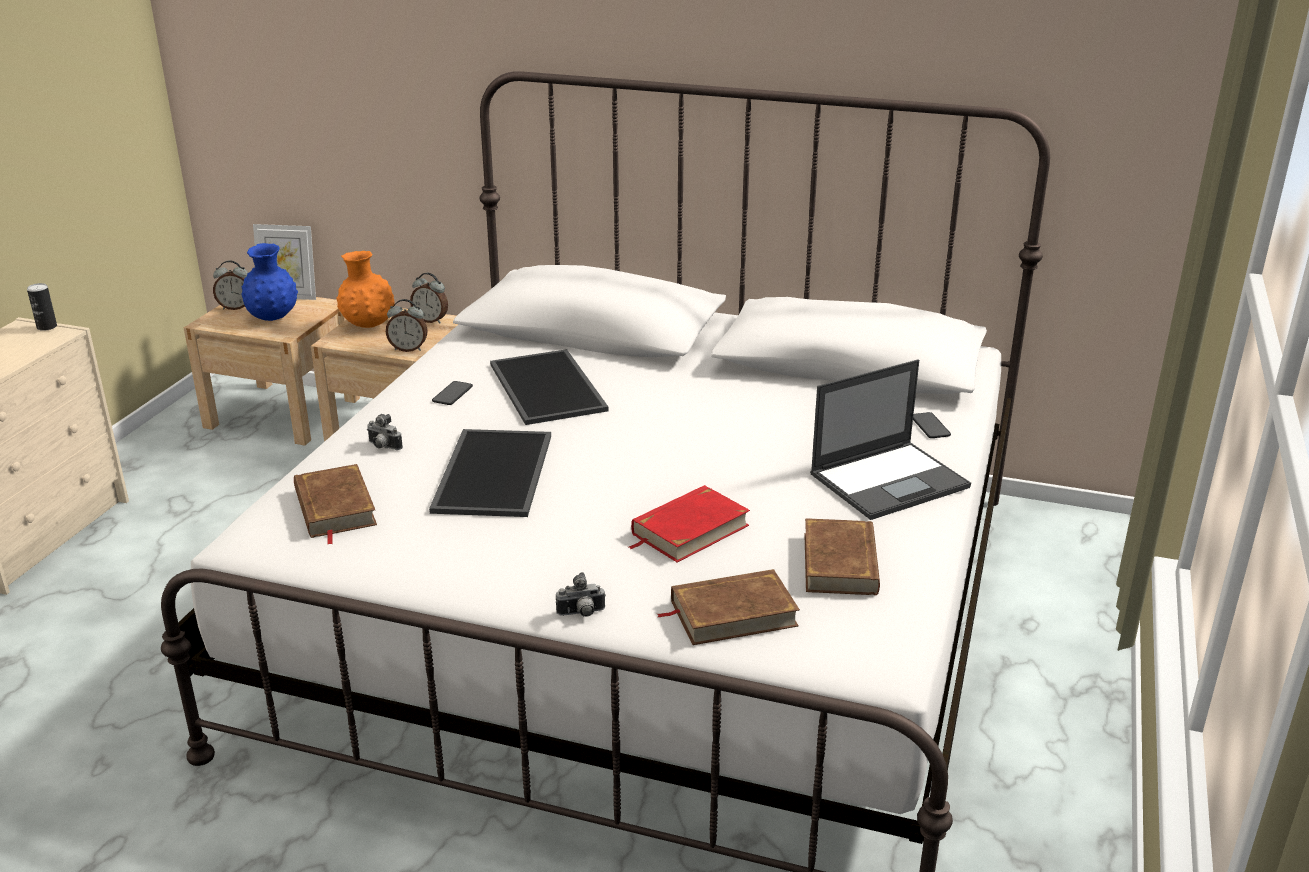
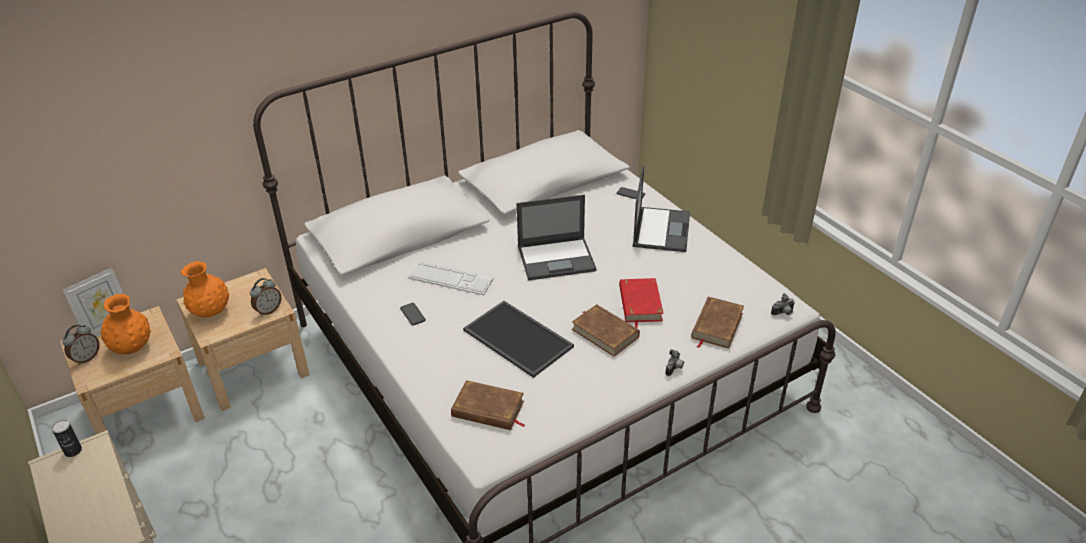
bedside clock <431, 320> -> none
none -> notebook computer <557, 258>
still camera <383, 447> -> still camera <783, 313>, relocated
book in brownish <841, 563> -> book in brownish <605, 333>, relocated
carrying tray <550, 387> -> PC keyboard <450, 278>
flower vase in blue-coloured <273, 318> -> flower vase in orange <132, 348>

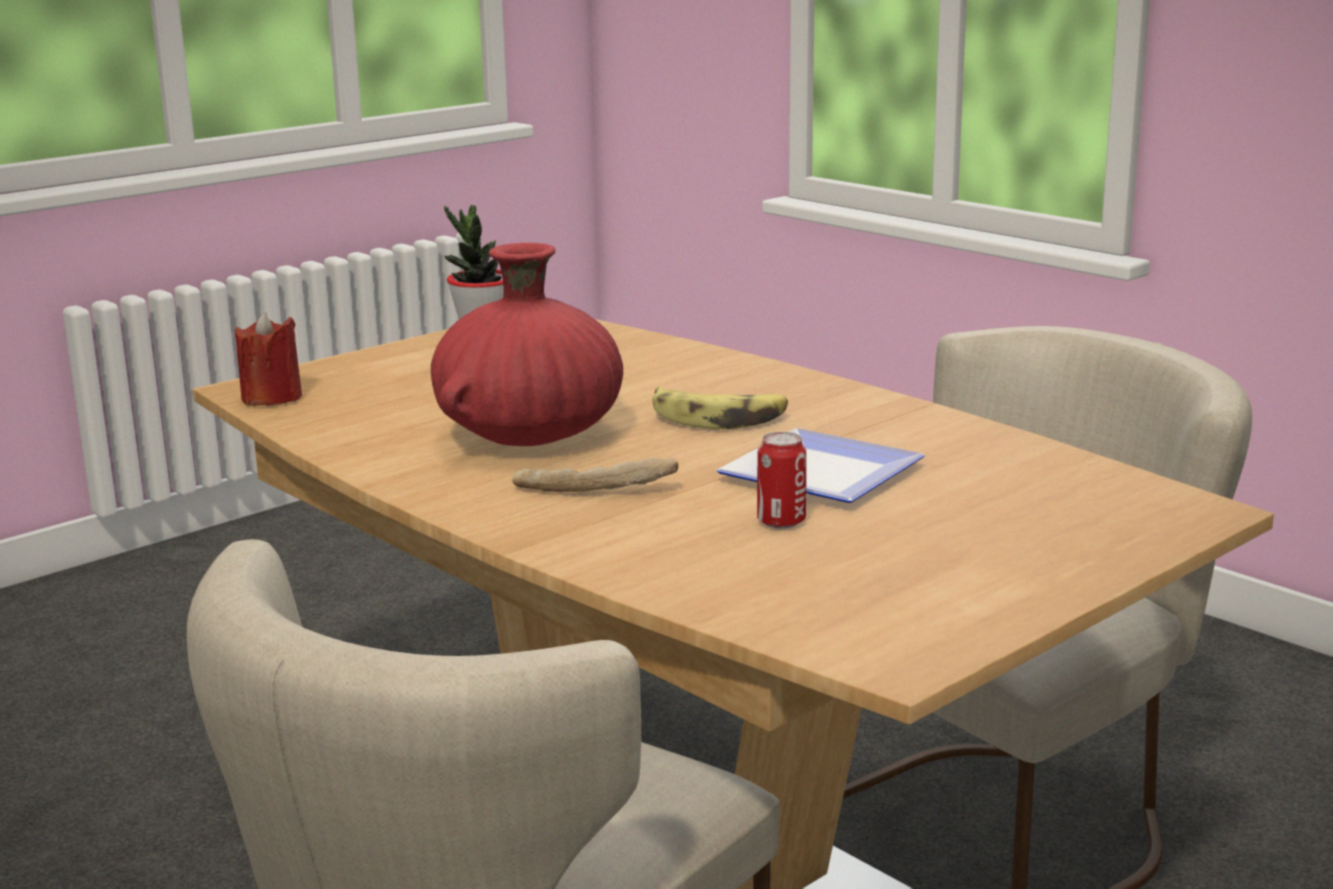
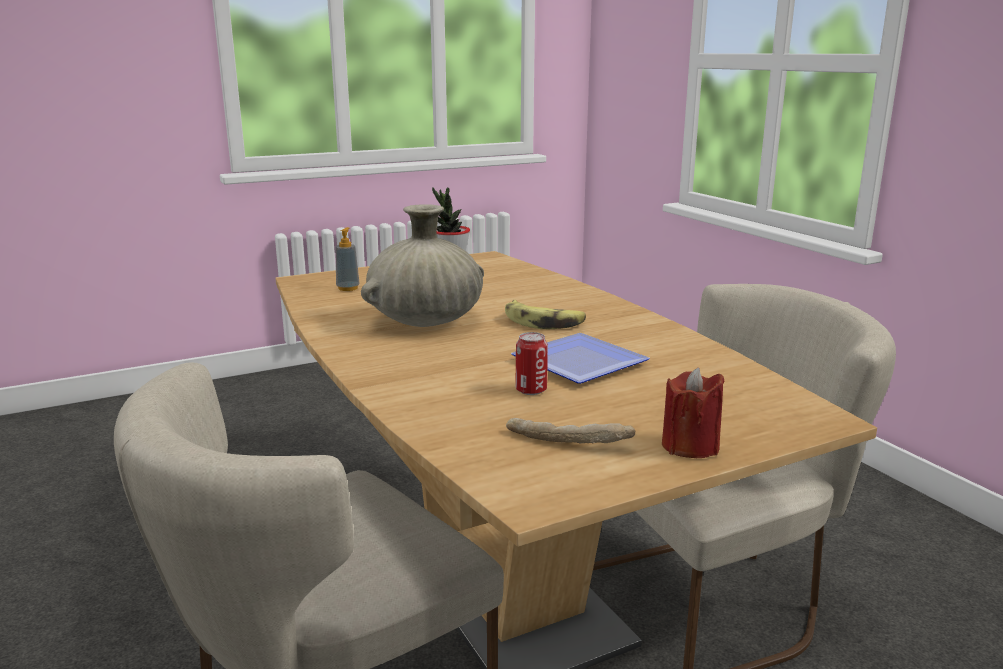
none -> liquid soap bottle <348, 288>
wax light in reddish <272, 398> -> wax light in reddish <690, 446>, relocated
bread <595, 489> -> bread <568, 441>, relocated
flower vase in reddish <529, 437> -> flower vase in sand-coloured <425, 321>

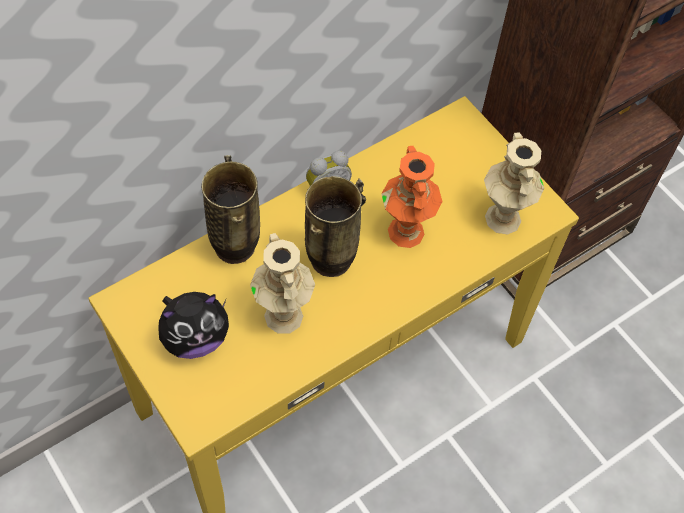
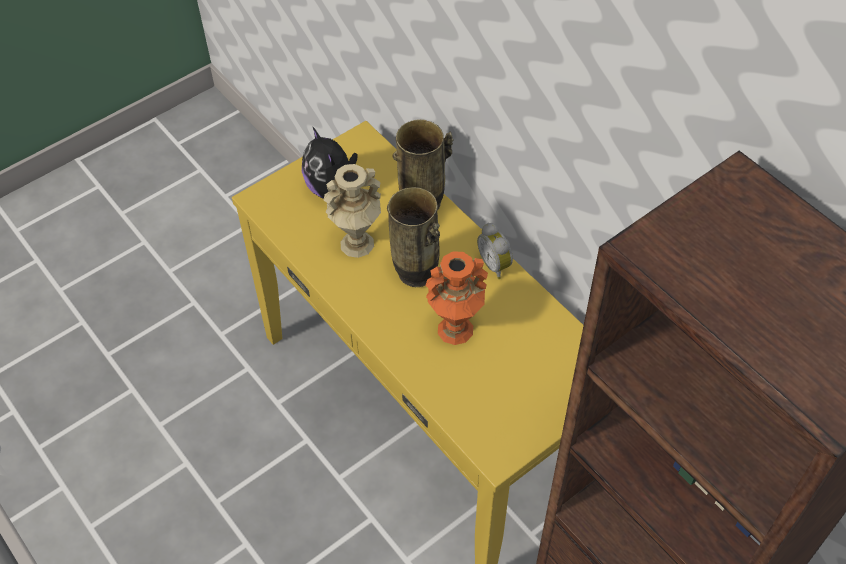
flower vase in sand-coloured <502, 218> -> none

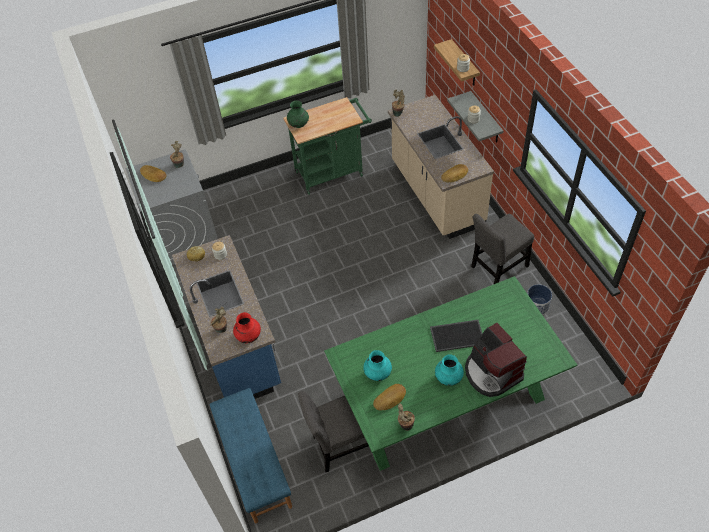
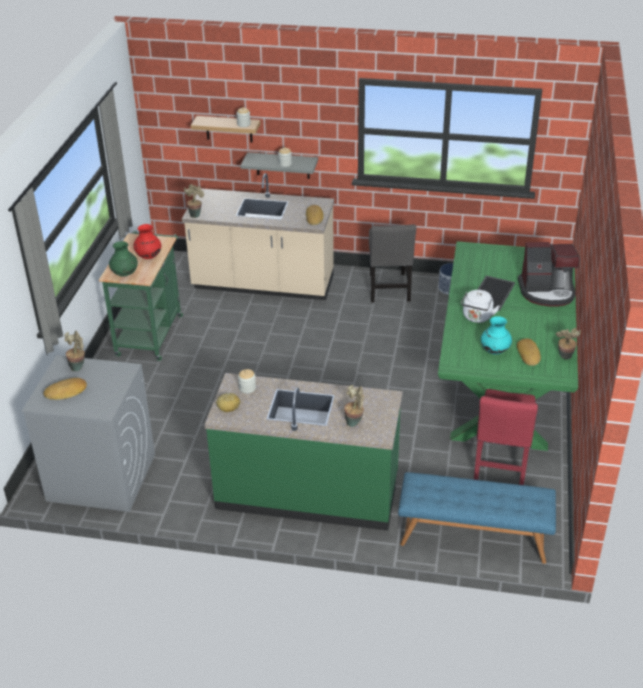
flower vase in turquoise <448, 378> -> none
none -> water kettle in white <477, 318>
flower vase in reddish <248, 336> -> flower vase in reddish <148, 256>, relocated
kitchen counter in blue-coloured <237, 344> -> kitchen counter in green <307, 492>
plain chair in greyish <340, 446> -> plain chair in reddish <500, 465>

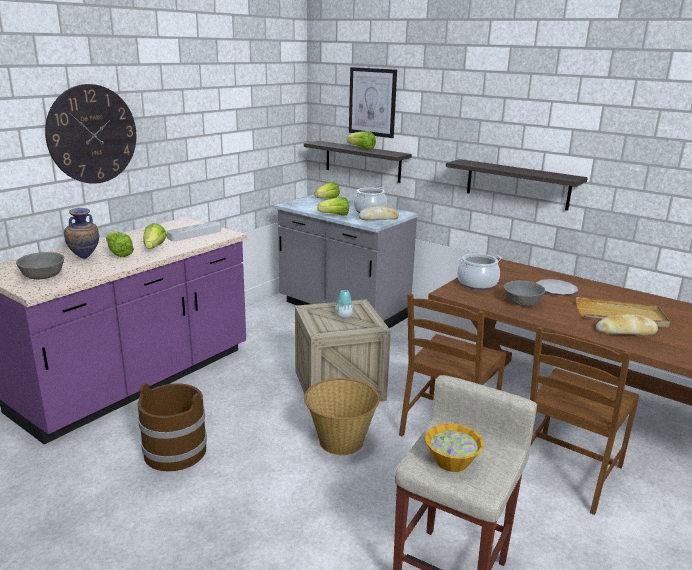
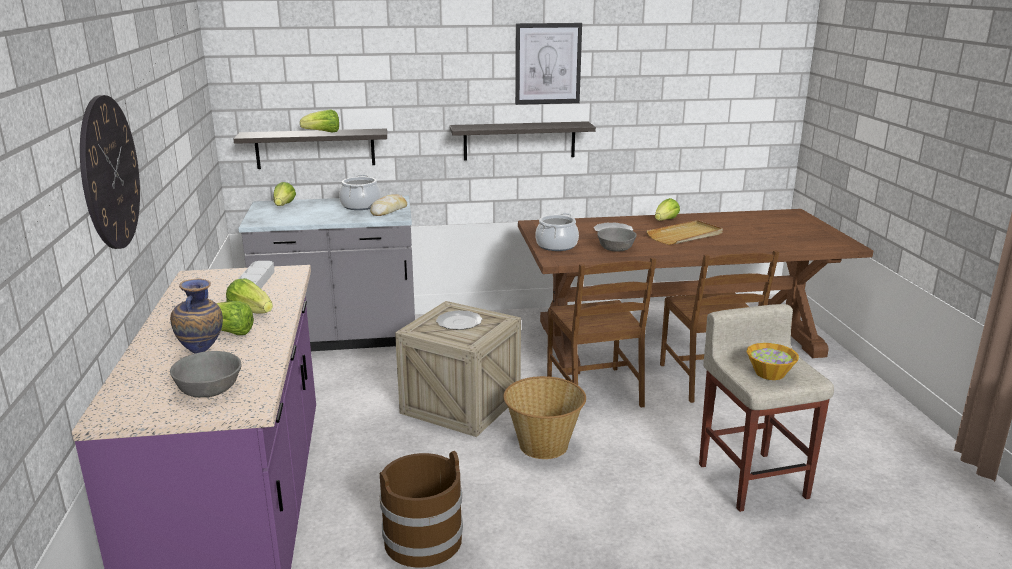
bread <625, 332> -> none
head of lettuce <335, 215> -> head of lettuce <665, 221>, relocated
picture <372, 102> -> picture <548, 63>, relocated
flower vase <344, 316> -> dinner plate <460, 322>

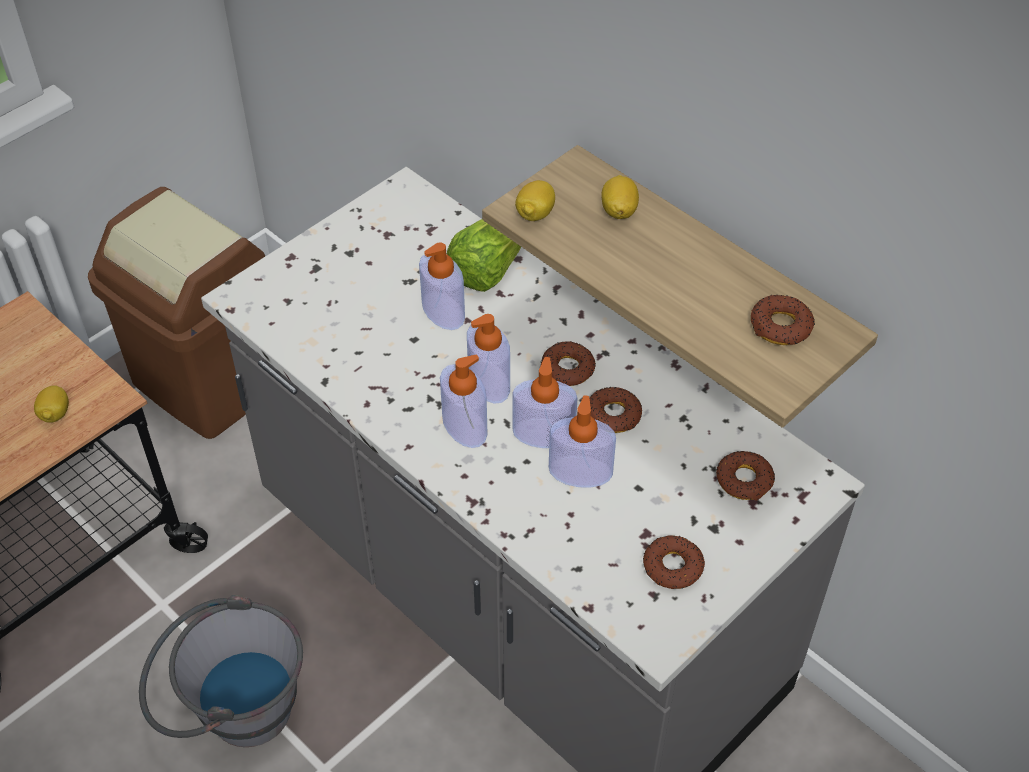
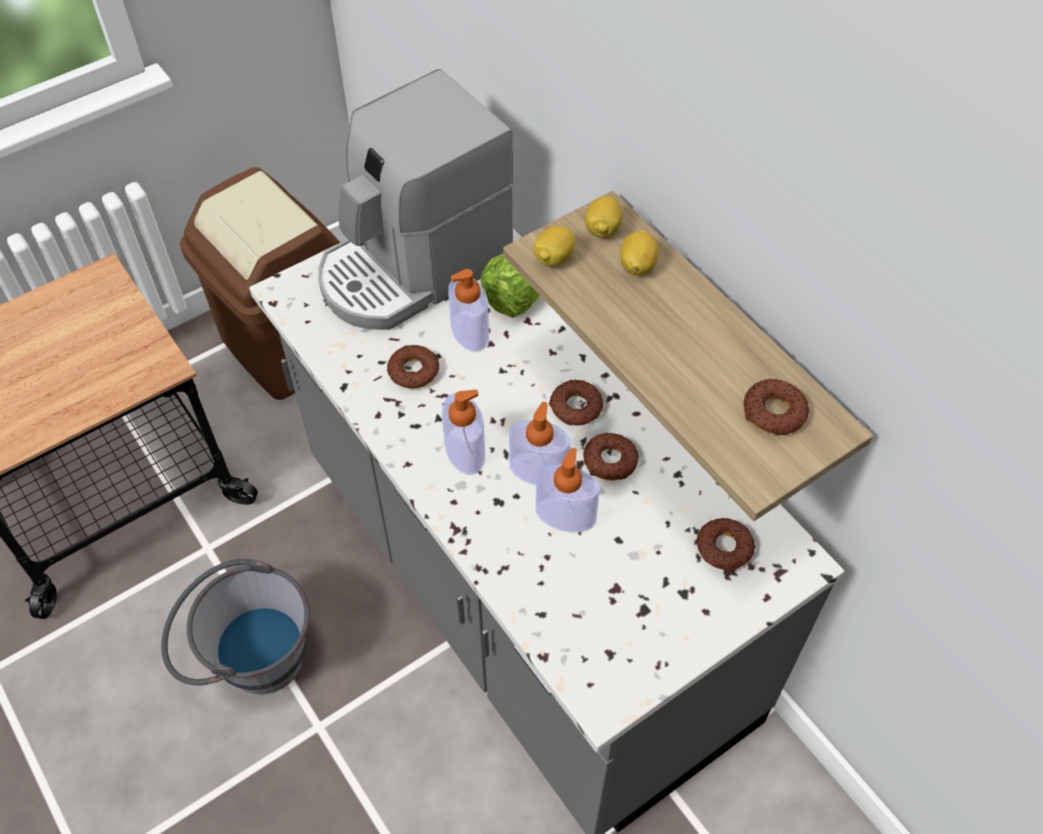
liquid soap bottle <489, 382> -> none
none -> coffee maker <413, 268>
lemon <55, 414> -> lemon <602, 230>, relocated
donut <672, 566> -> donut <413, 371>, relocated

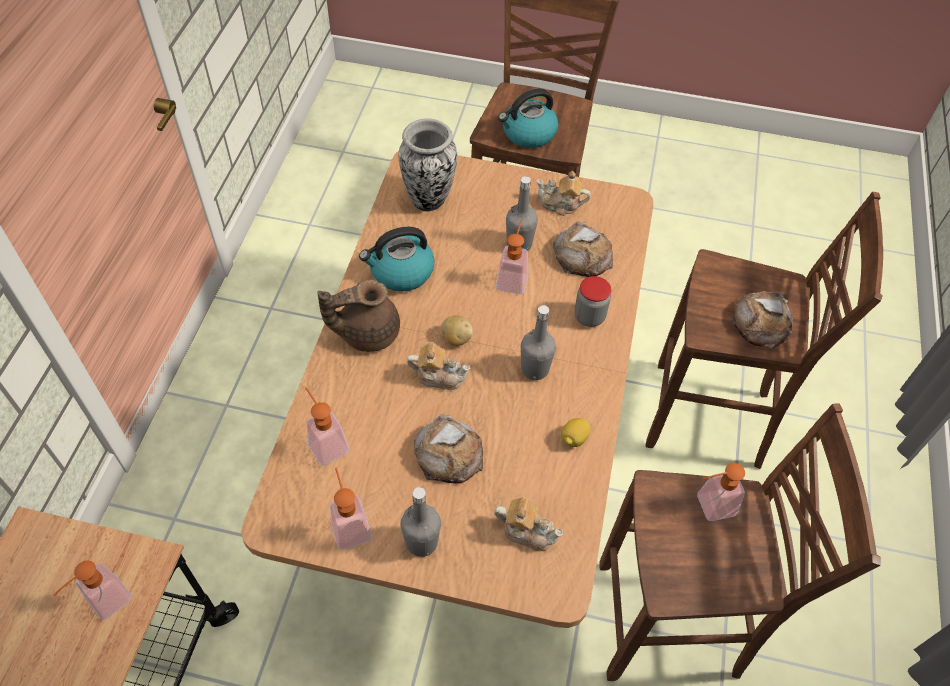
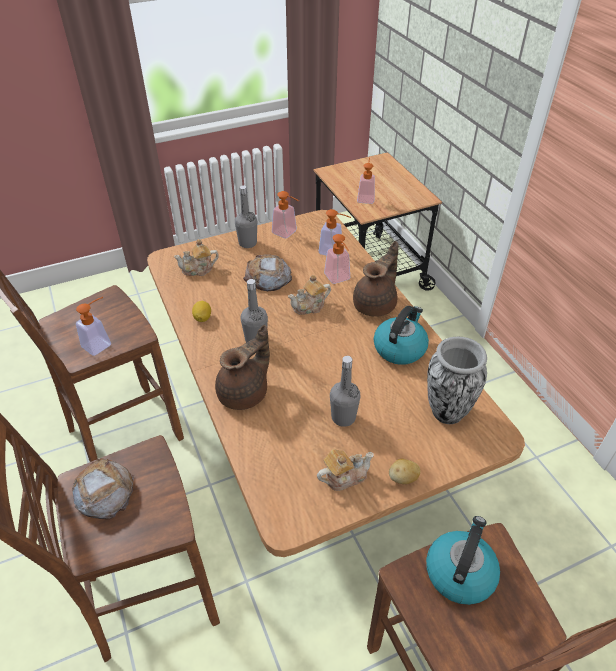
bread <583, 255> -> none
spud <456, 338> -> spud <402, 478>, relocated
liquid soap bottle <513, 278> -> liquid soap bottle <339, 279>, relocated
jar <589, 317> -> teapot in brownish <245, 393>

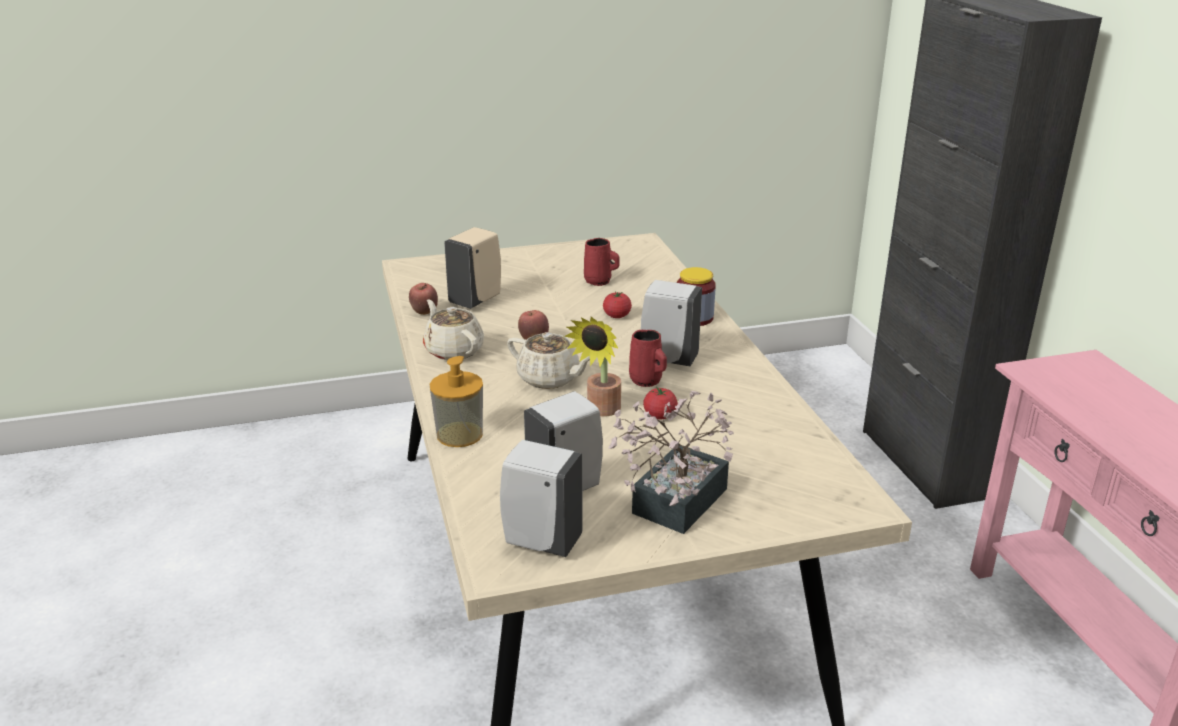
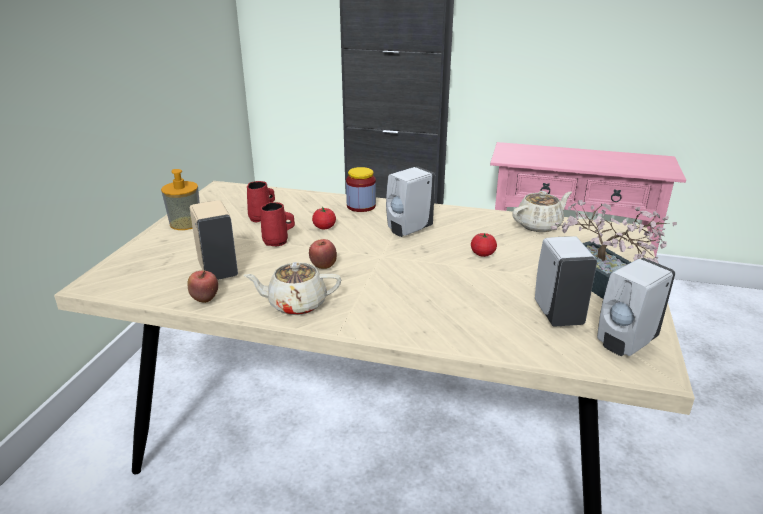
potted plant <600, 411> -> none
liquid soap bottle <459, 434> -> liquid soap bottle <185, 223>, relocated
teapot in sand-coloured <549, 379> -> teapot in sand-coloured <539, 225>, relocated
tea mug in reddish <647, 381> -> tea mug in reddish <277, 242>, relocated

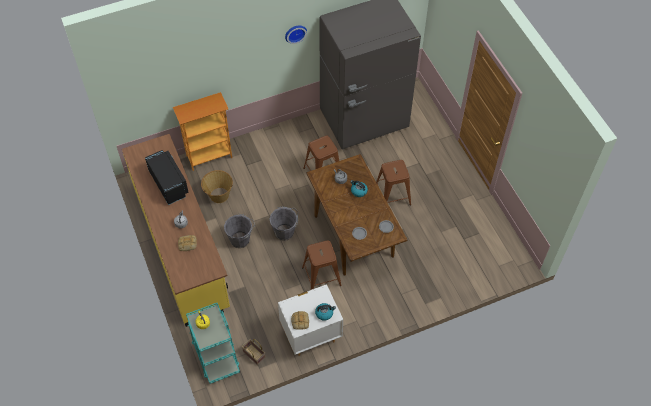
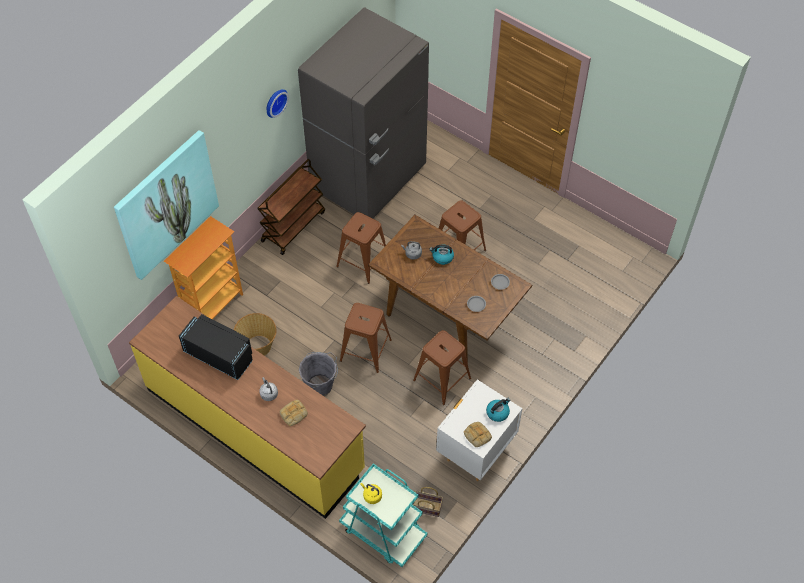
none -> picture <166, 204>
none -> trolley in brownish <293, 226>
pail in greyish <285, 232> -> stool in brownish <366, 350>

